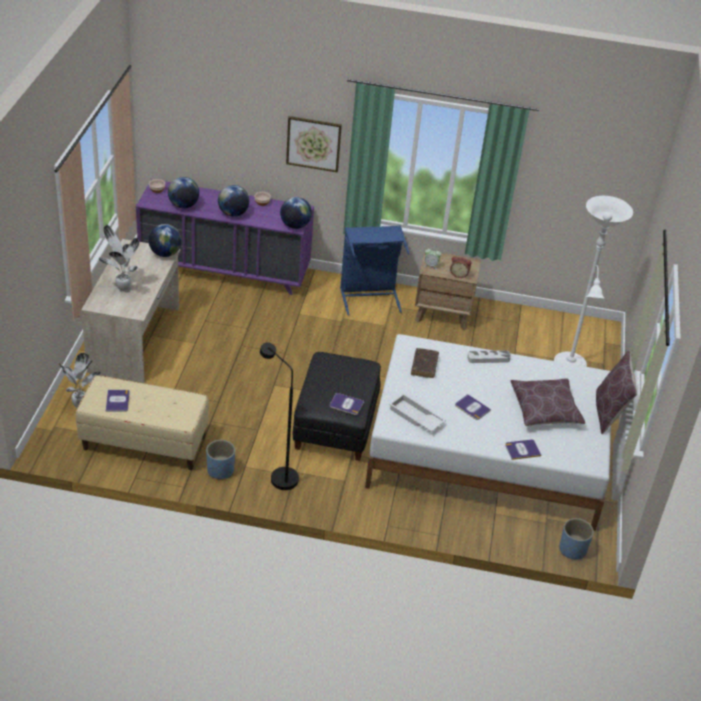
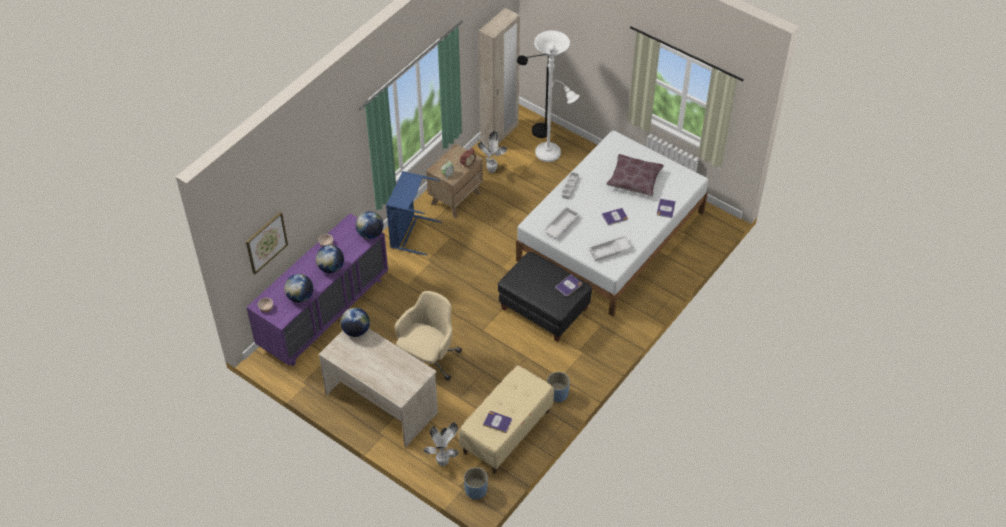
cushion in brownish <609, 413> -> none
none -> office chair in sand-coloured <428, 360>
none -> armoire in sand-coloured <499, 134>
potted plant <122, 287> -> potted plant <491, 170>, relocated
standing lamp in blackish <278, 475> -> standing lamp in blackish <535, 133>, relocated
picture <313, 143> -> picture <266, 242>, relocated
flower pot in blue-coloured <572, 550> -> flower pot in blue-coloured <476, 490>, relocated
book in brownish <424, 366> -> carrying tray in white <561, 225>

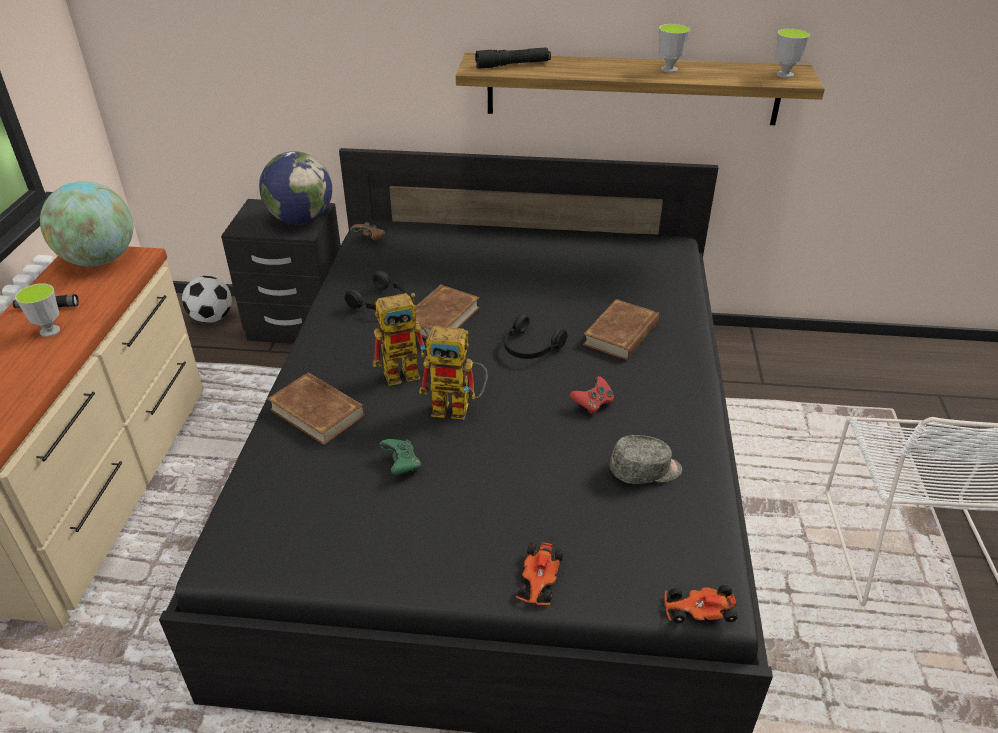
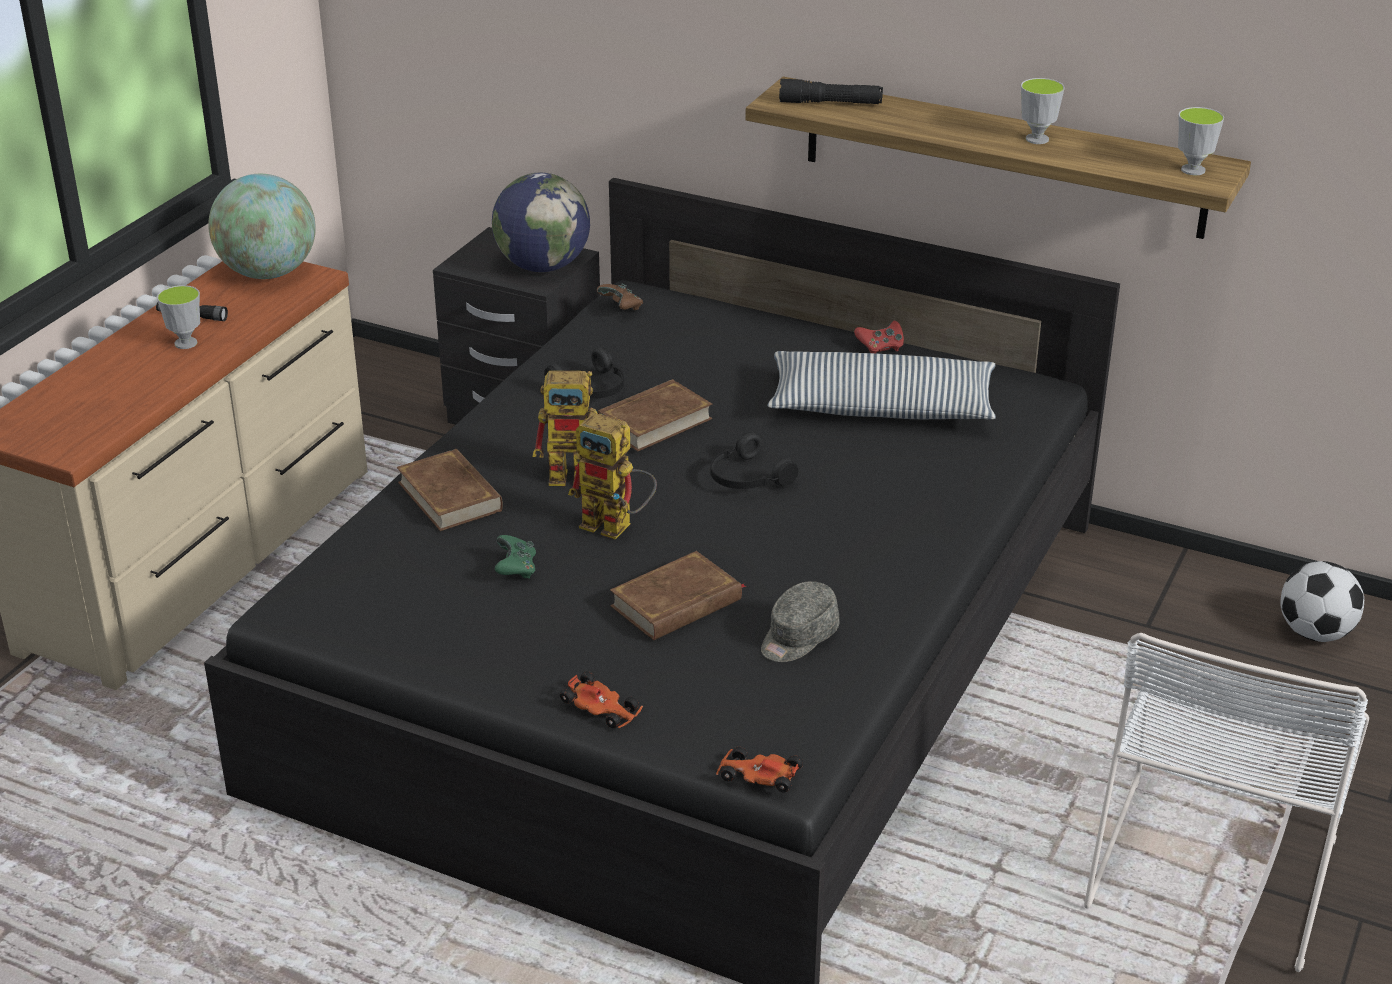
none -> cushion <881, 407>
football ball <212, 318> -> football ball <1315, 633>, relocated
gamepad in reddish <592, 404> -> gamepad in reddish <880, 348>, relocated
book in brownish <621, 334> -> book in brownish <677, 603>, relocated
model car <539, 579> -> model car <602, 709>, 90 degrees counterclockwise
baseball cap in greyish <645, 470> -> baseball cap in greyish <798, 638>, 120 degrees clockwise

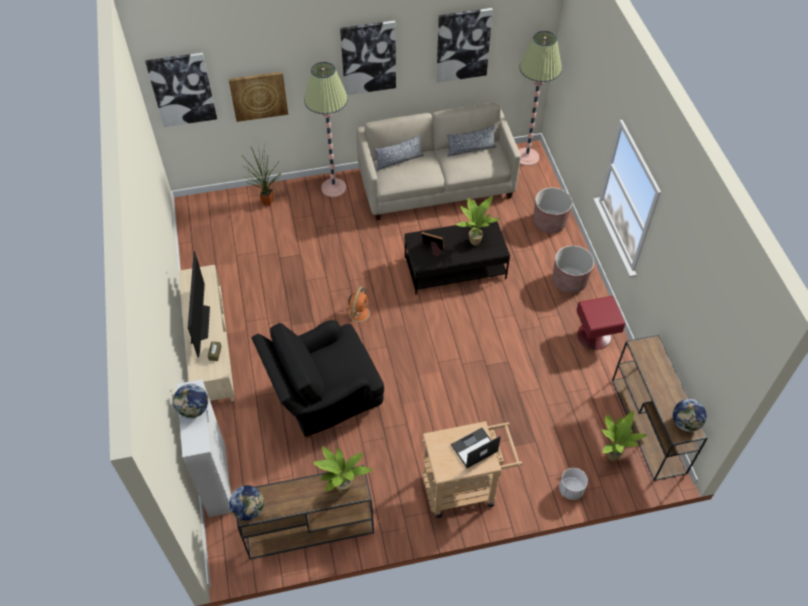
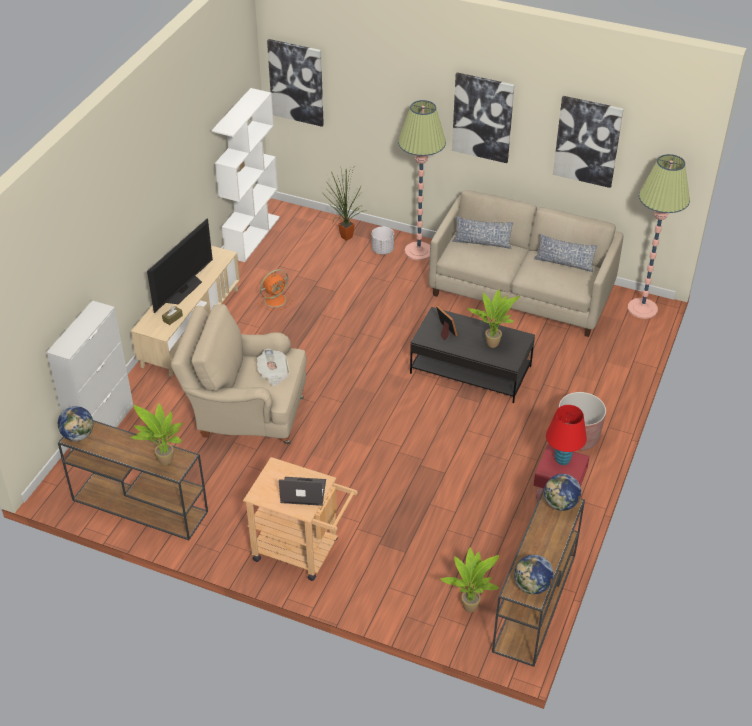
picture <258, 96> -> none
flower pot in brownish <549, 223> -> none
none -> shelving unit in white <252, 236>
none -> newspaper <273, 374>
none -> tabletop lamp in reddish <562, 460>
world globe <194, 409> -> world globe <560, 504>, relocated
cooling fan in orange <359, 312> -> cooling fan in orange <276, 299>, relocated
flower pot in white <571, 490> -> flower pot in white <382, 250>, relocated
easy chair in blackish <324, 399> -> easy chair in sand-coloured <247, 415>

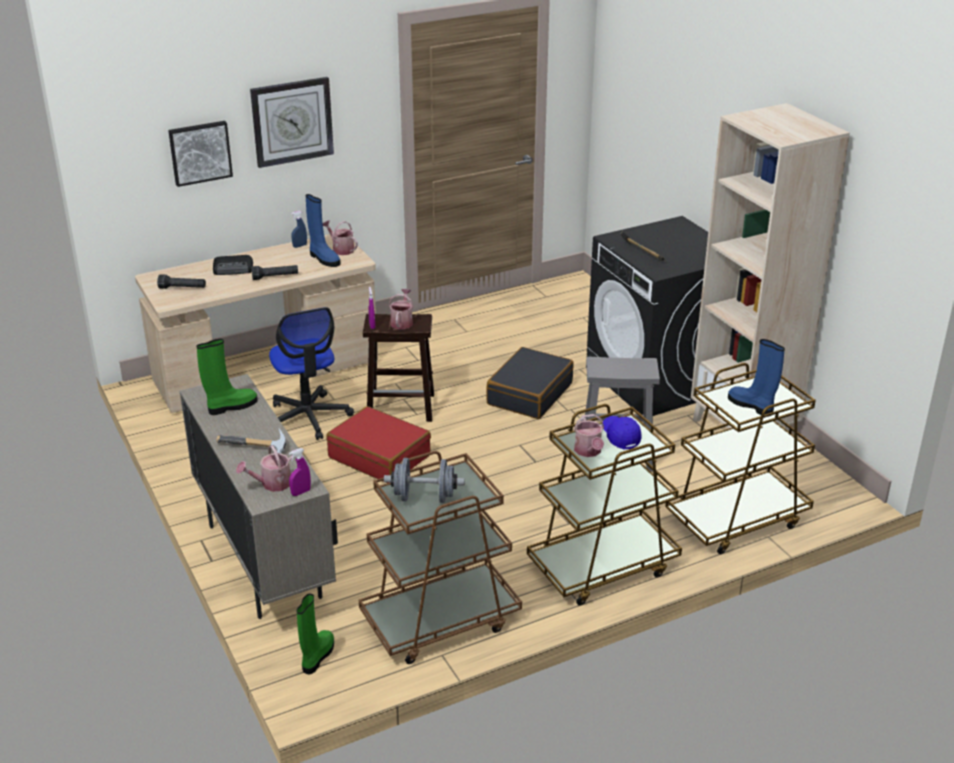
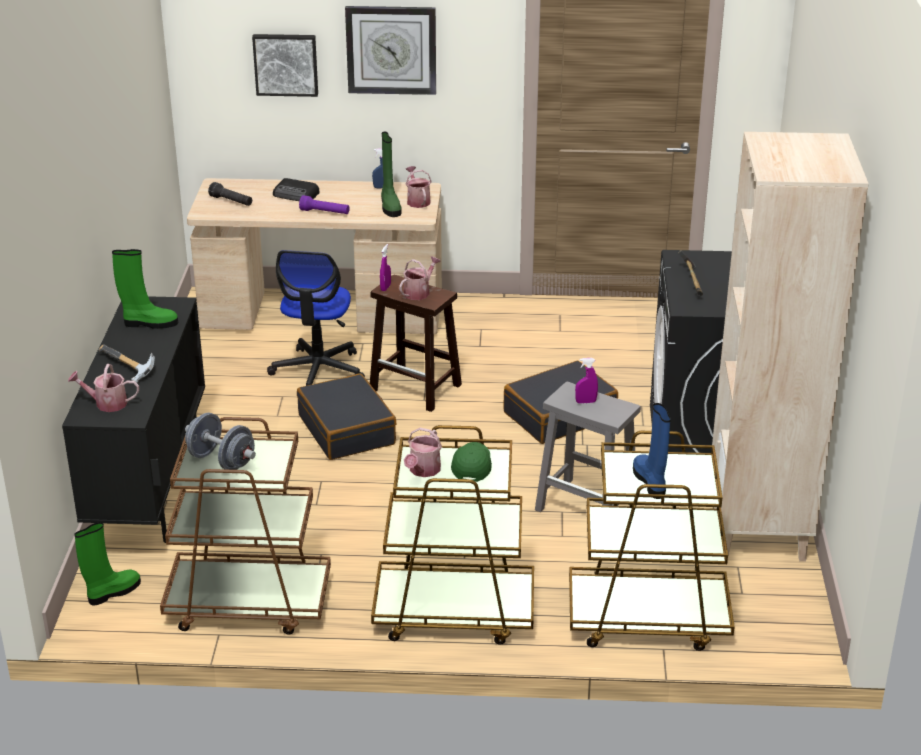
hand sprayer in purplish <301, 492> -> hand sprayer in purplish <585, 402>, relocated
cabinet in sand-coloured <263, 561> -> cabinet in blackish <150, 491>
torch in blackish <275, 277> -> torch in purplish <325, 212>
tall boot in blue-coloured <323, 259> -> tall boot in green <390, 206>
suitcase in reddish <380, 456> -> suitcase in blackish <347, 430>
baseball cap in blue-coloured <620, 437> -> baseball cap in green <472, 467>

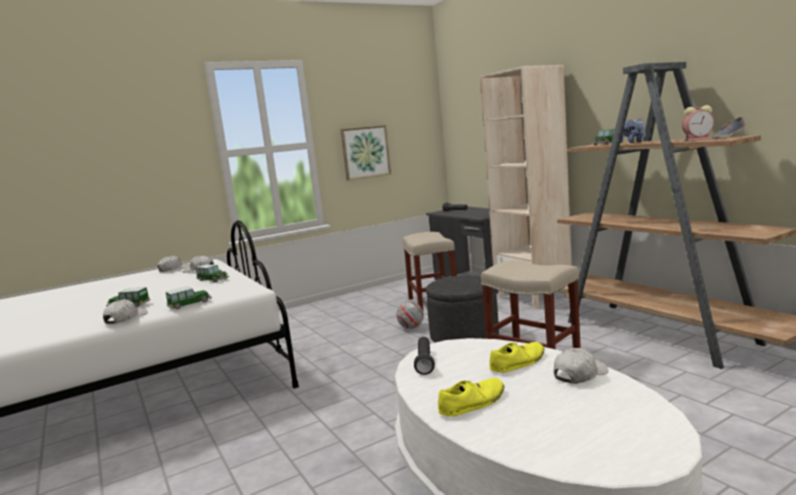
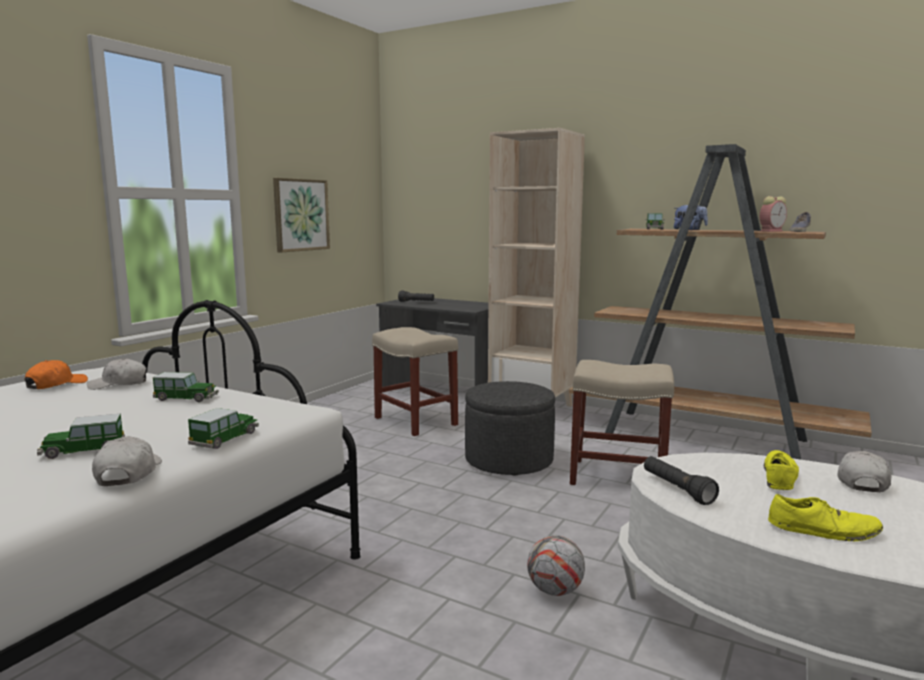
football ball <411, 327> -> football ball <554, 590>, relocated
baseball cap in white <174, 269> -> baseball cap in orange <56, 385>
shoe in yellow-coloured <472, 403> -> shoe in yellow-coloured <823, 530>, 75 degrees clockwise

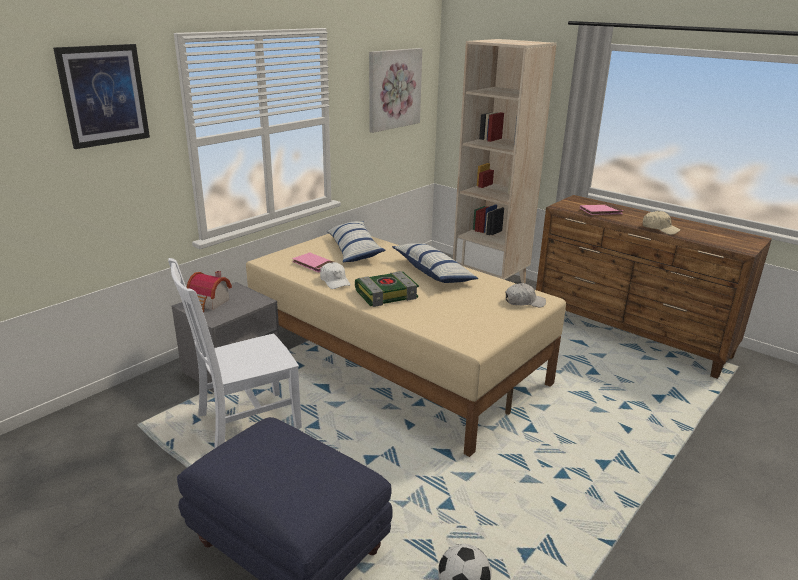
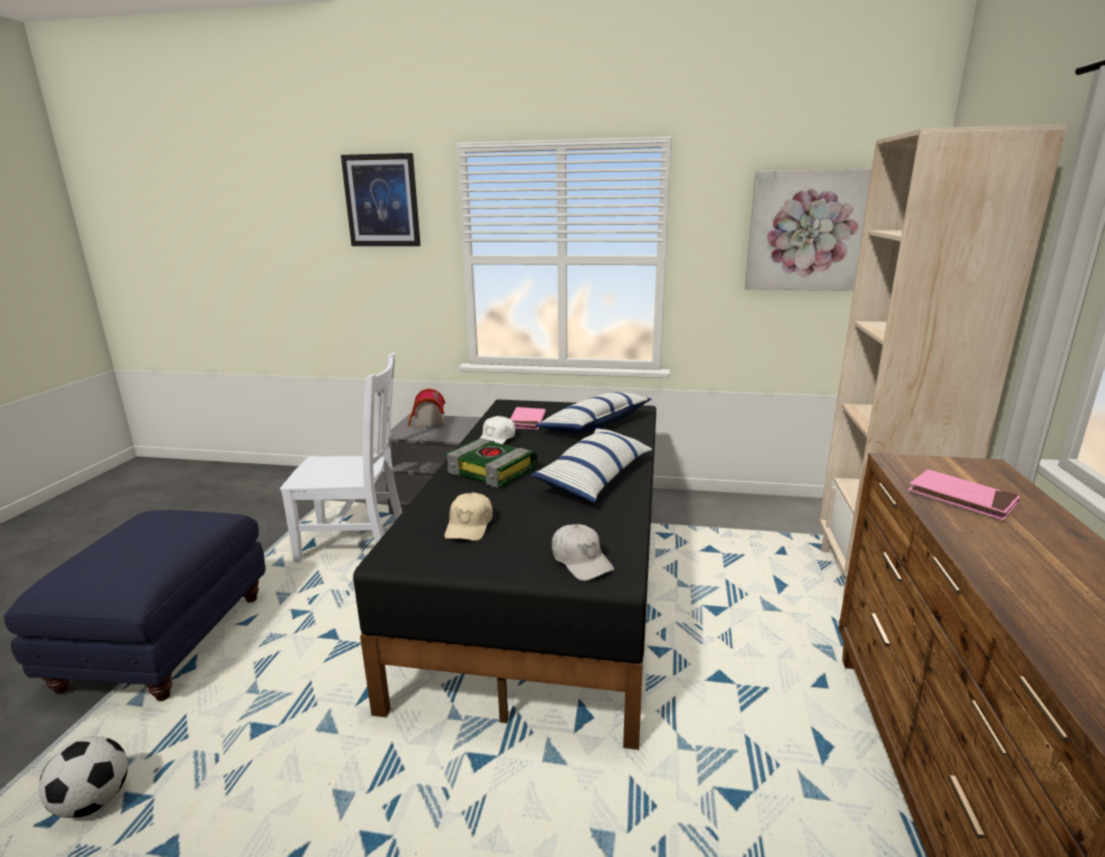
baseball cap in sand-coloured <660, 229> -> baseball cap in sand-coloured <469, 526>, relocated
sleeping bed in sand-coloured <395, 360> -> sleeping bed in blackish <550, 580>
plain chair in white <245, 422> -> plain chair in white <357, 542>, 150 degrees clockwise

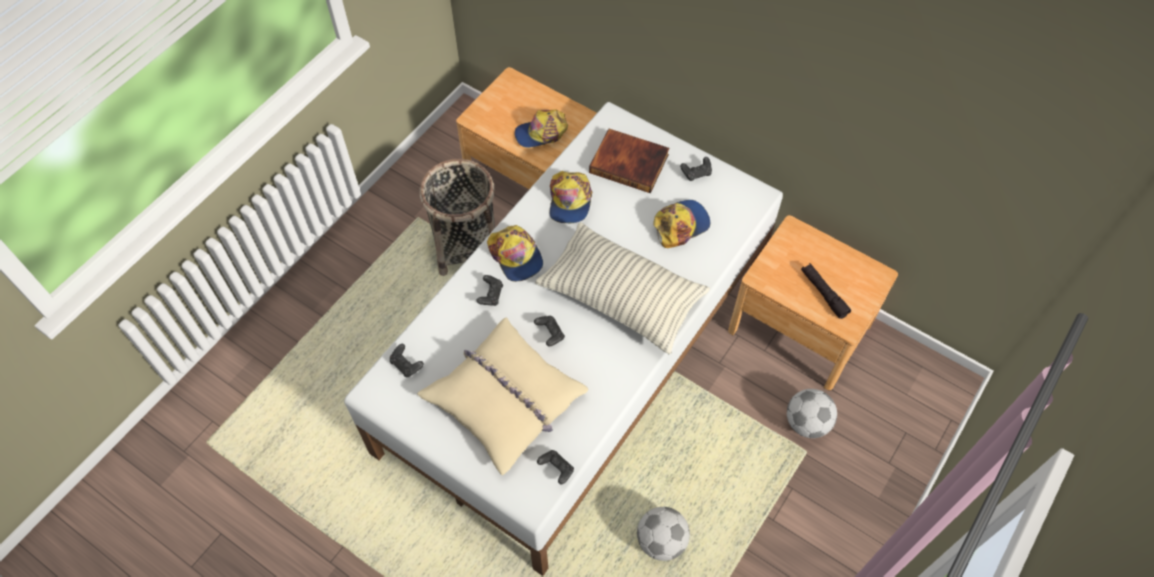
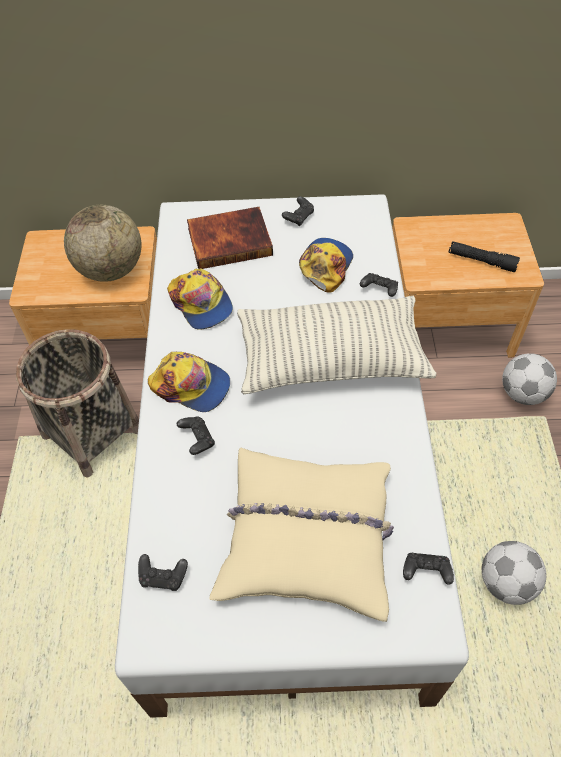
gamepad in blackish <550, 334> -> gamepad in blackish <379, 290>, relocated
baseball cap <541, 133> -> world globe <111, 270>

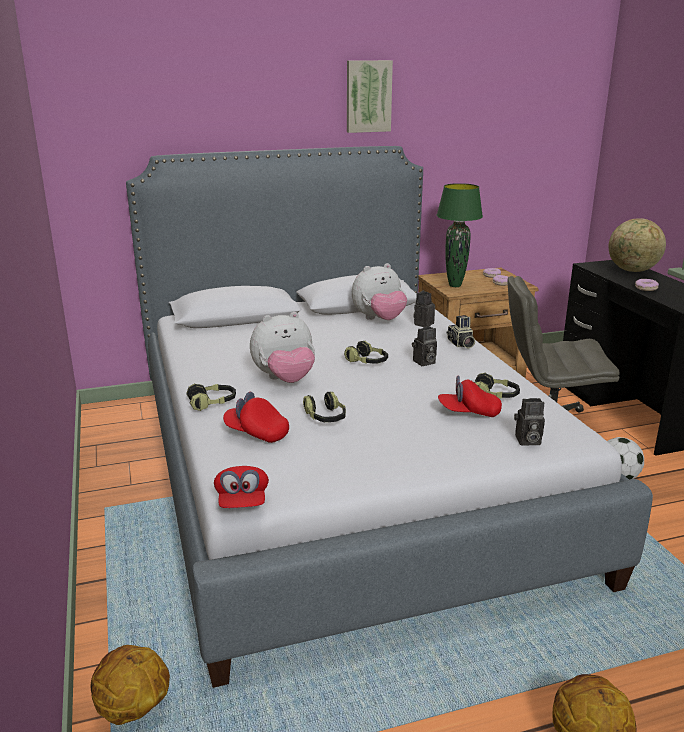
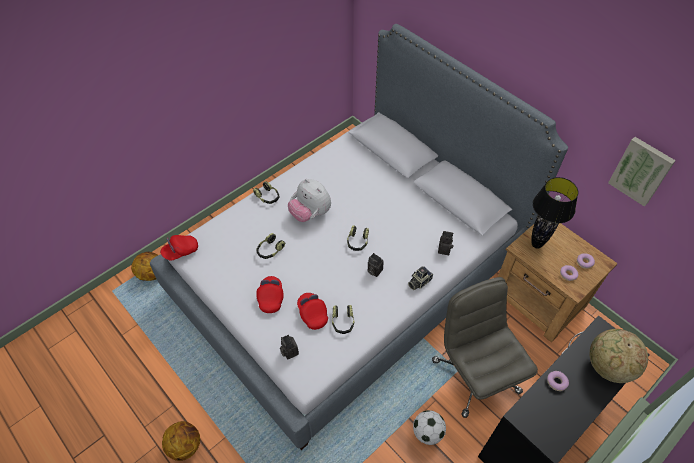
cuddly toy <379, 319> -> none
baseball cap in reddish <256, 433> -> baseball cap in reddish <271, 298>, relocated
picture <368, 96> -> picture <641, 170>, relocated
tabletop lamp in green <455, 285> -> tabletop lamp in blackish <536, 245>

